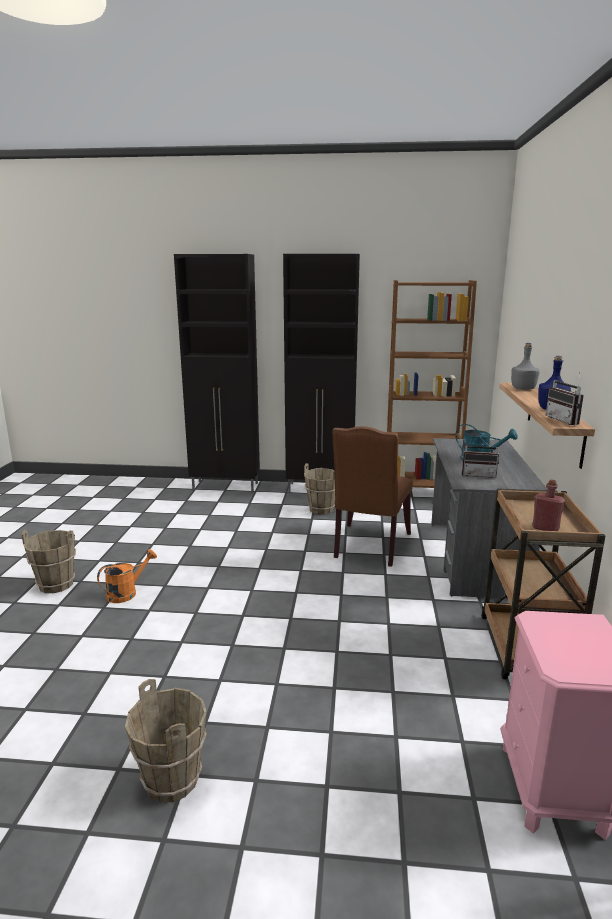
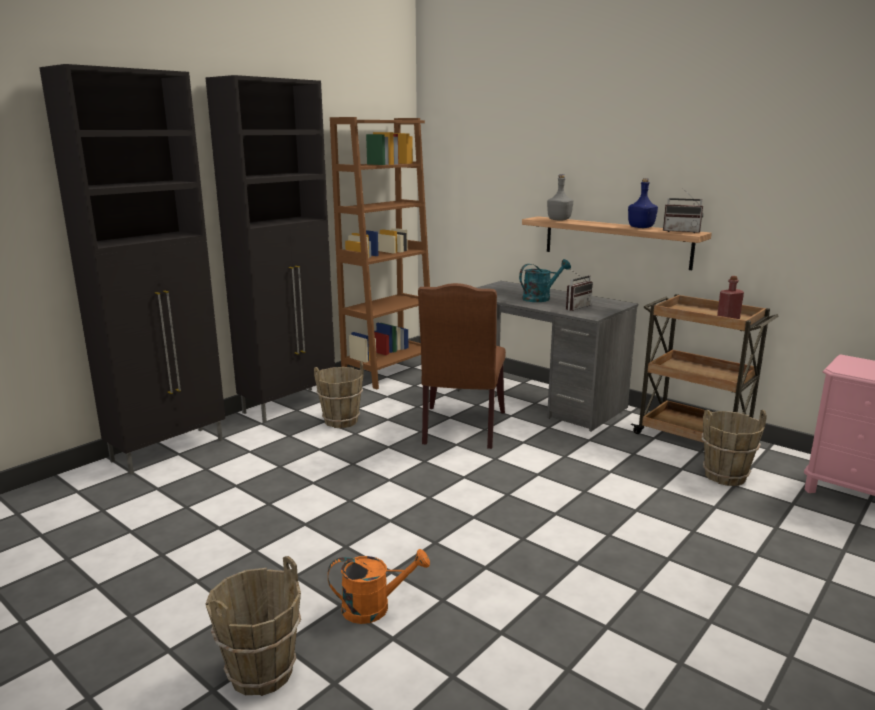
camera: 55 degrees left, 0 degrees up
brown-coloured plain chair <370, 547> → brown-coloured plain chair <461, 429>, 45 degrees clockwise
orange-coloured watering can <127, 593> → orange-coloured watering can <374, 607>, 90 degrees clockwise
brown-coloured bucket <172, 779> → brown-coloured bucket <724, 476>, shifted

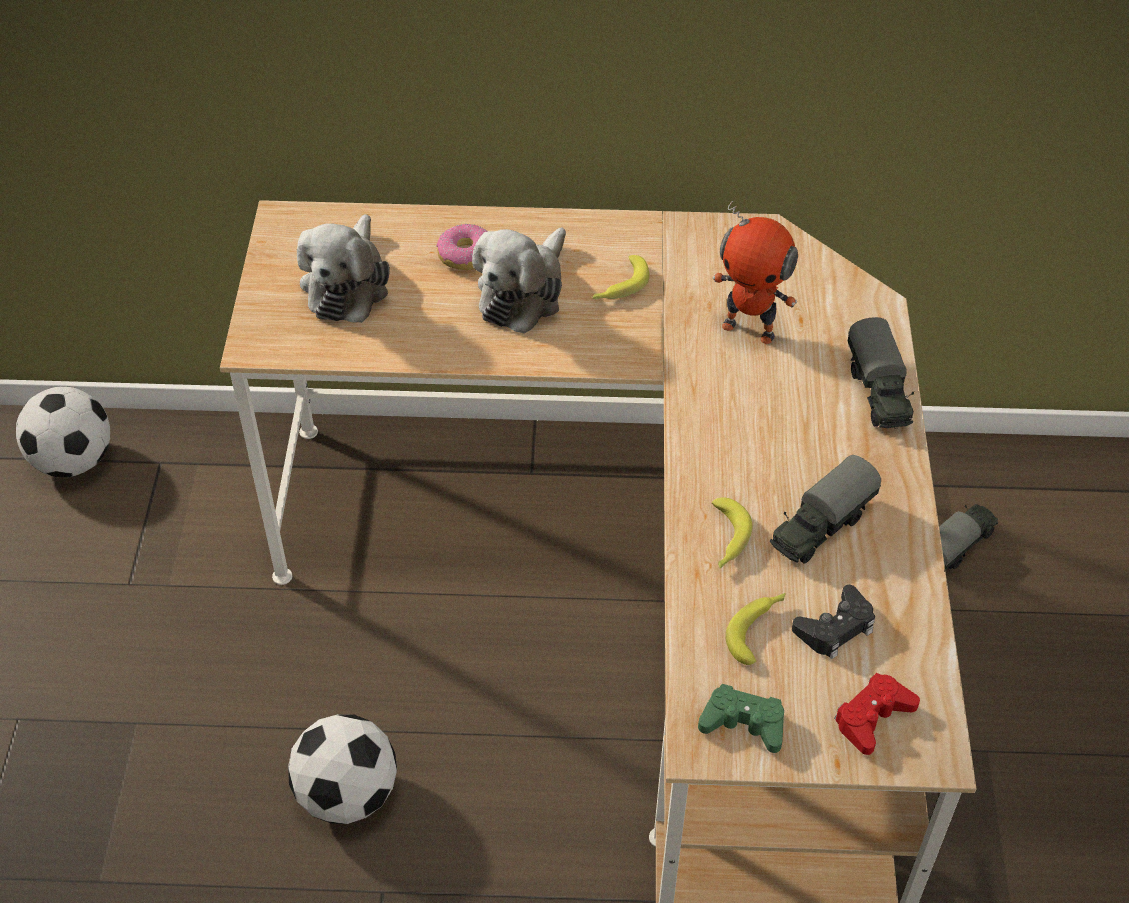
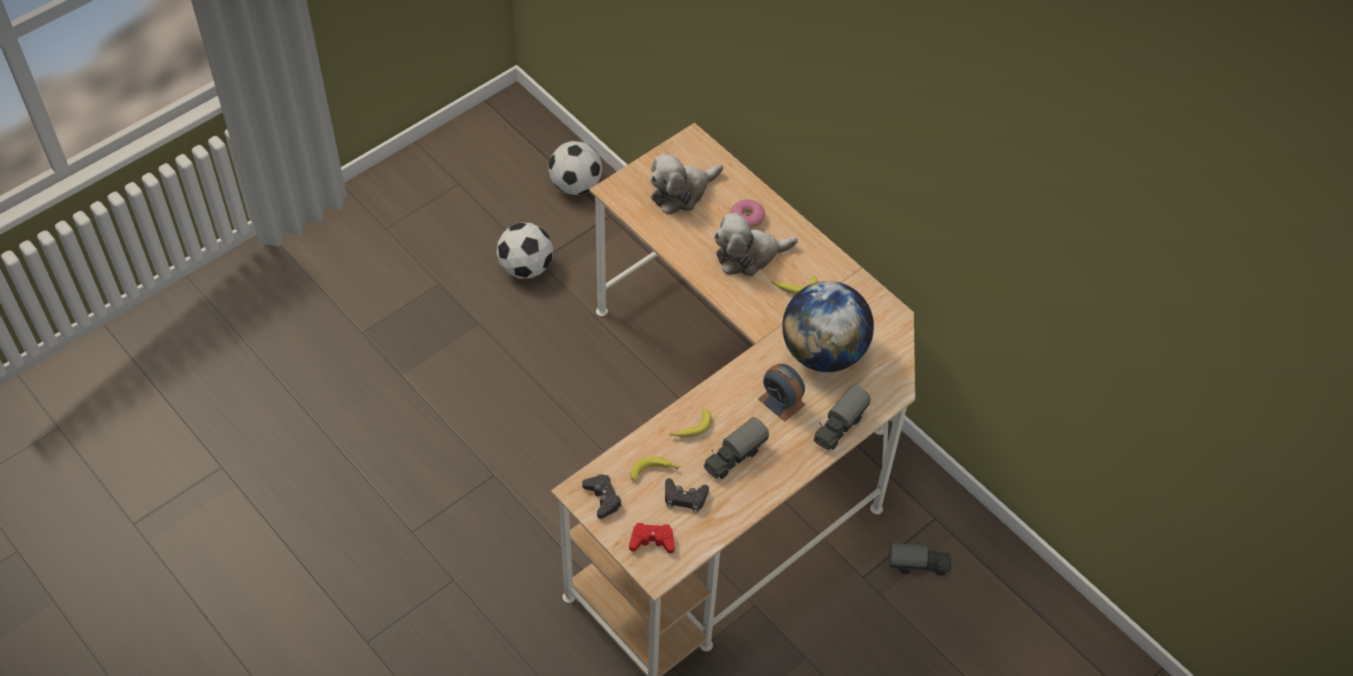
camera: 45 degrees right, 5 degrees up
robot figure <749, 329> → globe <823, 352>
toy truck <820, 527> → toy truck <734, 457>, 45 degrees counterclockwise
greenish gamepad <743, 723> → black gamepad <602, 498>
football <347, 794> → football <526, 267>, shifted
- → alarm clock <781, 401>

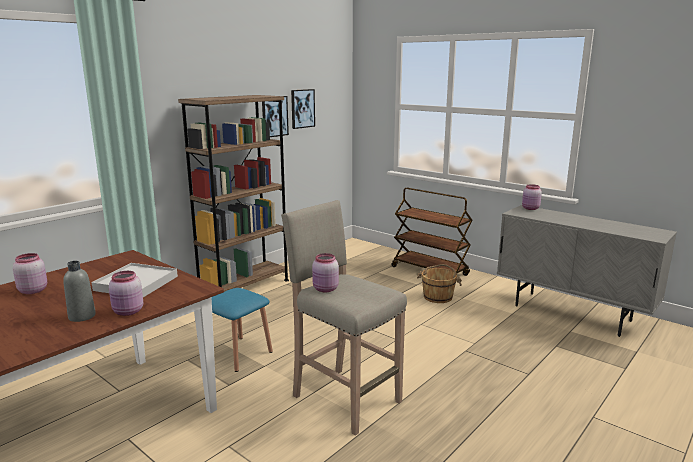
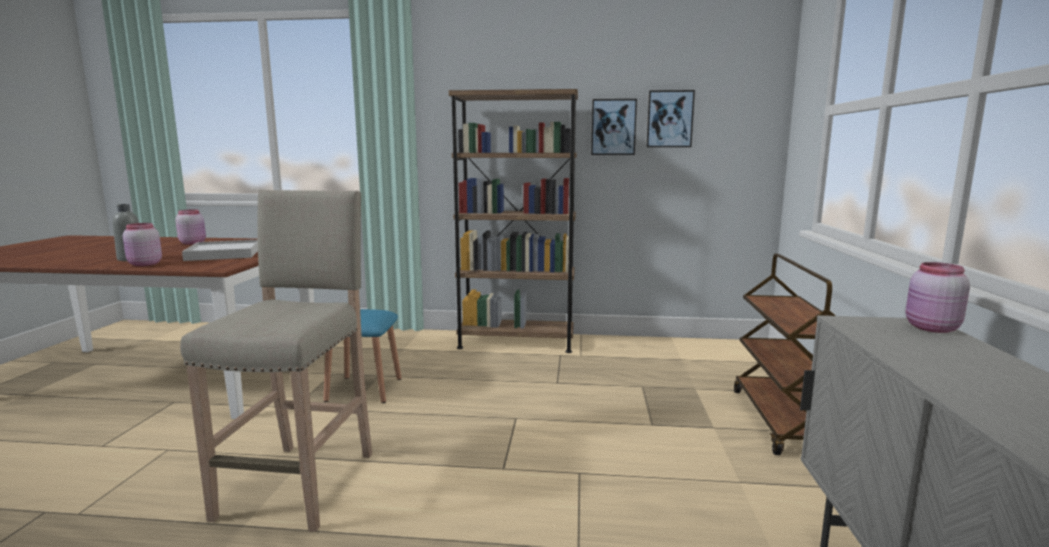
camera: 55 degrees right, 5 degrees down
pinkish jar <325, 289> → -
brown-coloured bucket <438, 297> → -

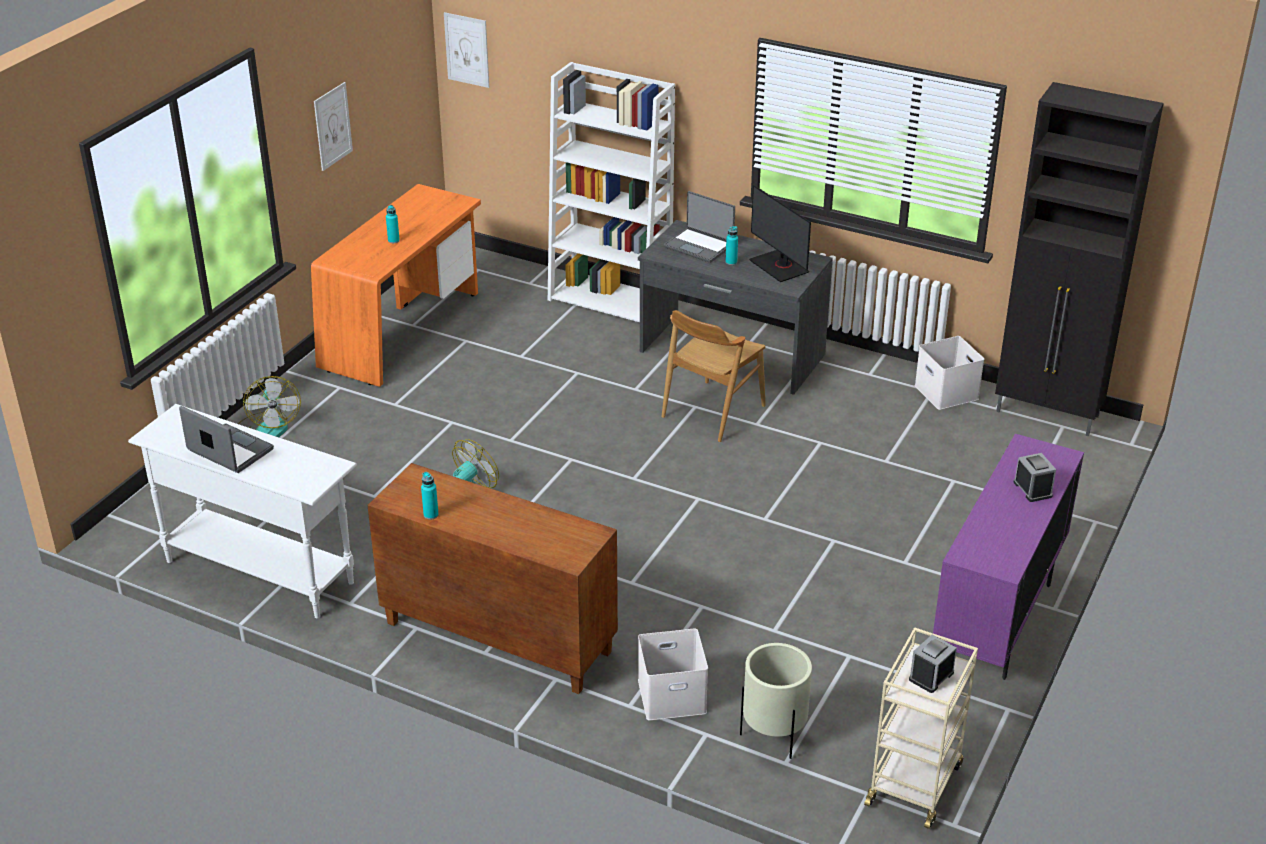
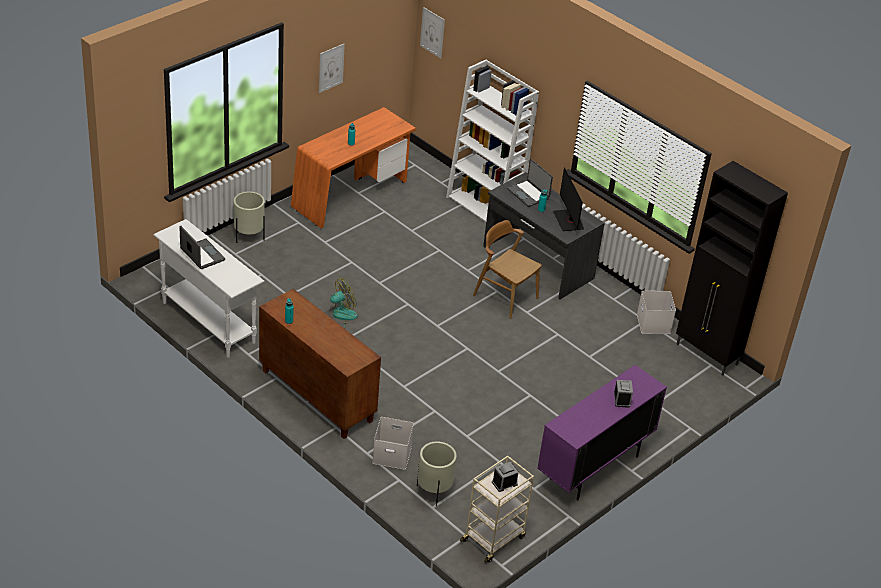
camera: 15 degrees right, 5 degrees up
brown-coloured plain chair <712, 411> → brown-coloured plain chair <505, 297>, 75 degrees clockwise
fan <269, 427> → beige-coloured plant pot <249, 237>

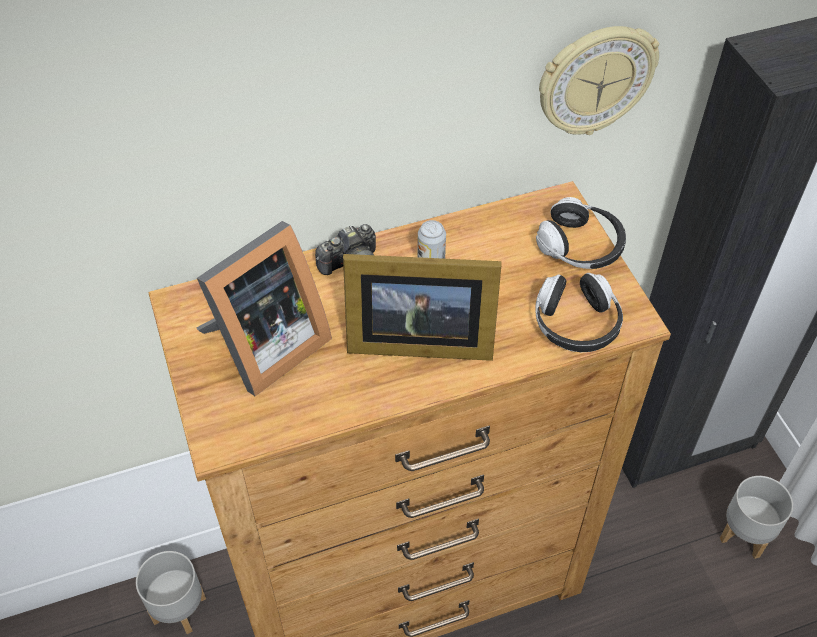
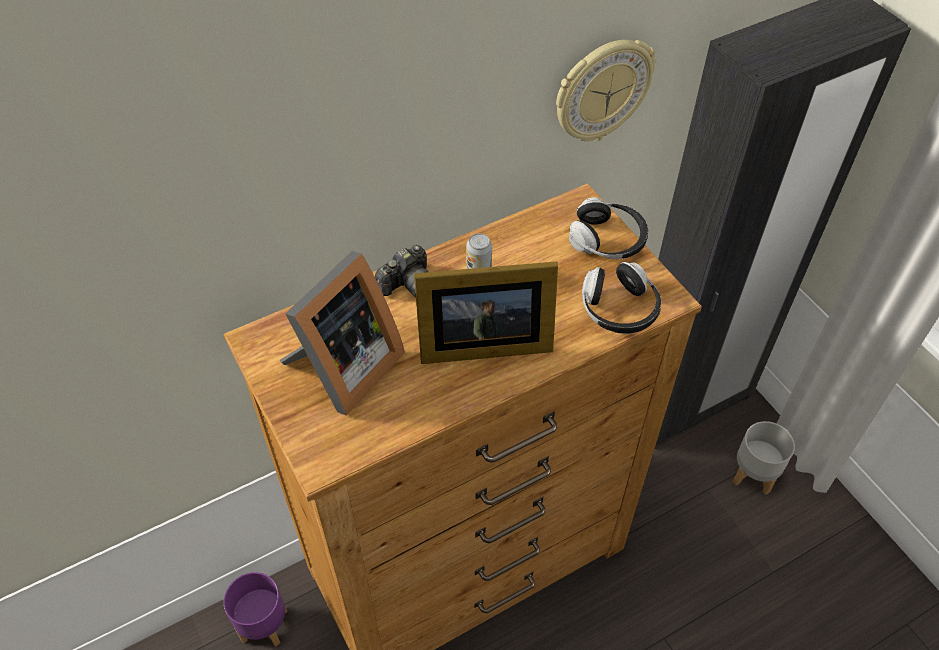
camera: 10 degrees left, 0 degrees up
gray plant pot <179, 610> → purple-coloured plant pot <264, 626>

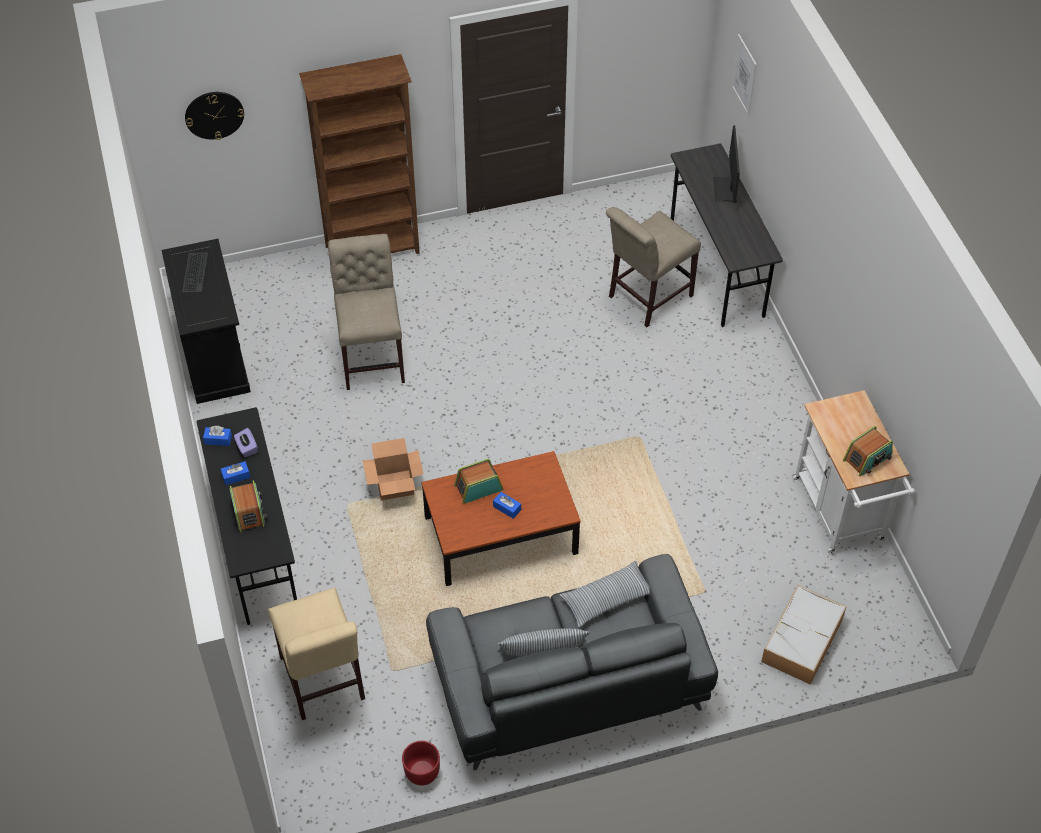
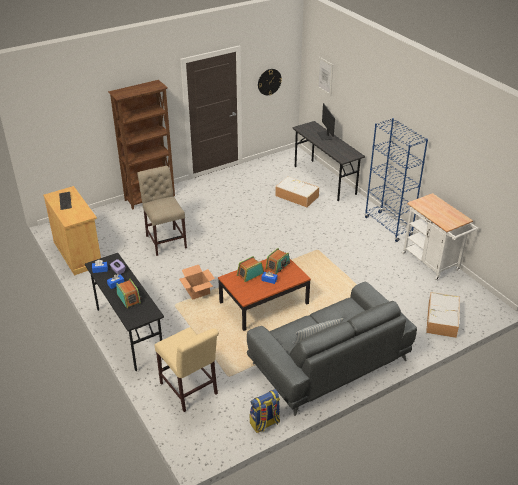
camera: 15 degrees left, 15 degrees down
wall clock <214, 115> → wall clock <269, 82>, shifted
beige-coloured plain chair <646, 298> → storage box <296, 196>
black cabinet <214, 356> → beige-coloured cabinet <78, 253>
radio receiver <867, 458> → radio receiver <278, 266>, shifted
throw pillow <607, 599> → -
red plant pot <422, 772> → knapsack <265, 423>
- → blue shelving unit <388, 227>

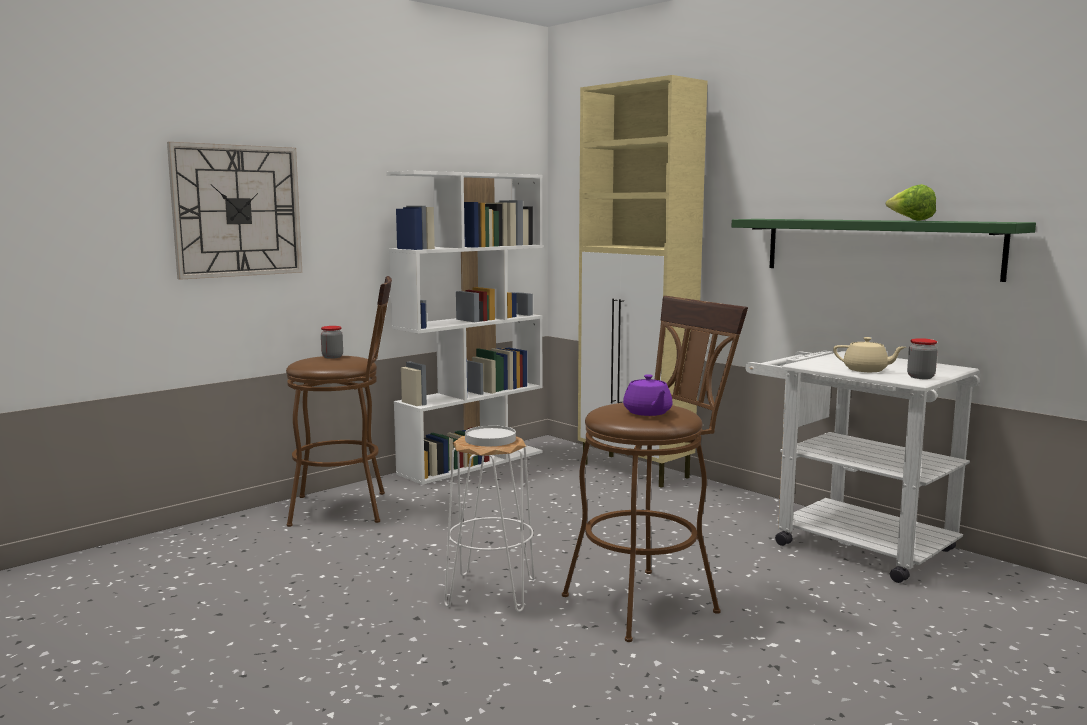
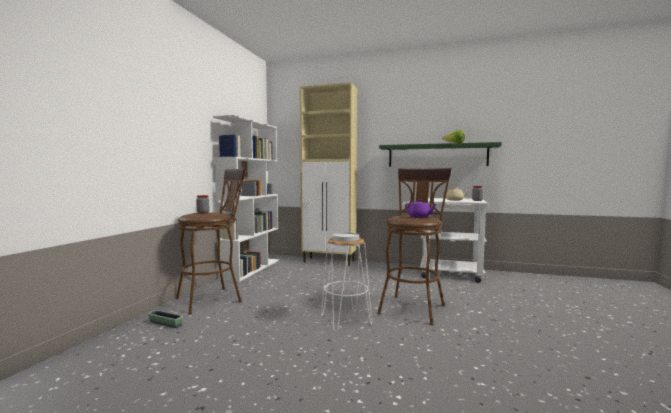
camera: 30 degrees left, 5 degrees down
wall clock <237, 211> → -
- → plant pot <165, 324>

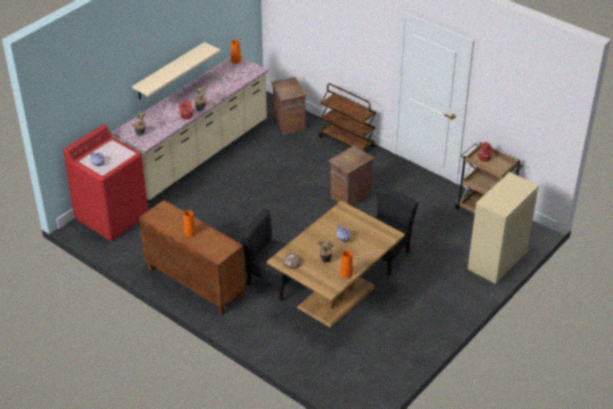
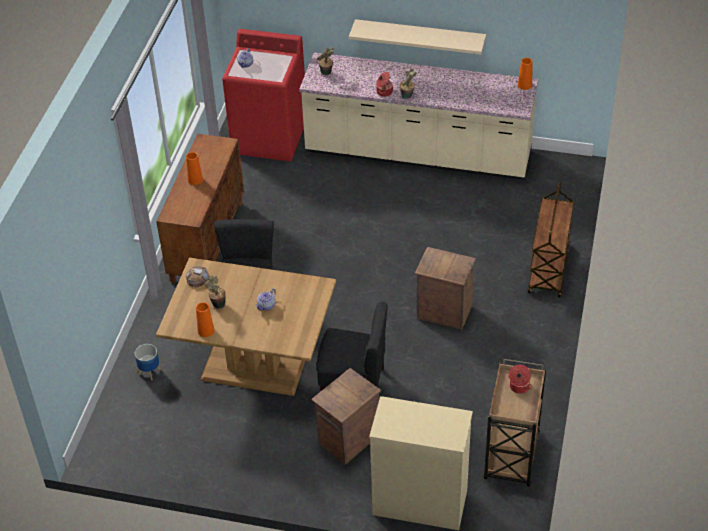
camera: 65 degrees right, 5 degrees up
packing crate <289, 124> → packing crate <349, 439>, shifted
- → plant pot <149, 371>

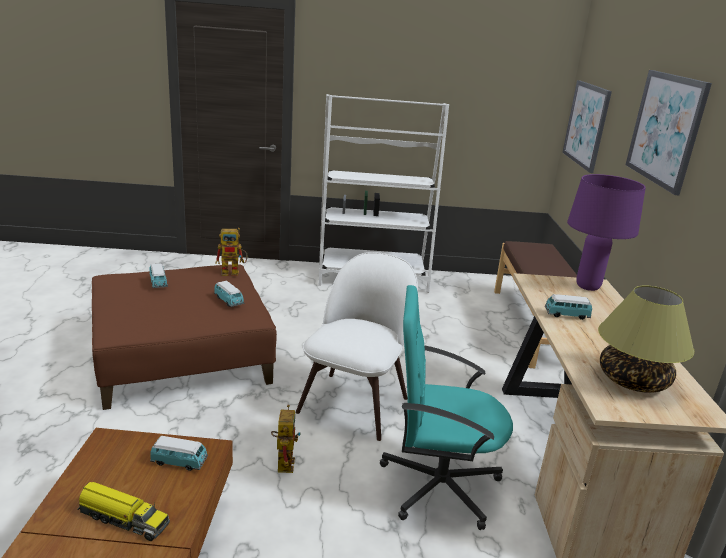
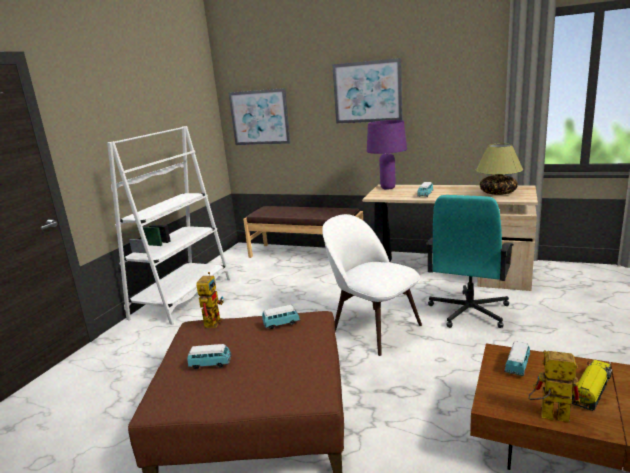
camera: 65 degrees left, 5 degrees down
robot figure <284, 461> → robot figure <547, 415>, shifted

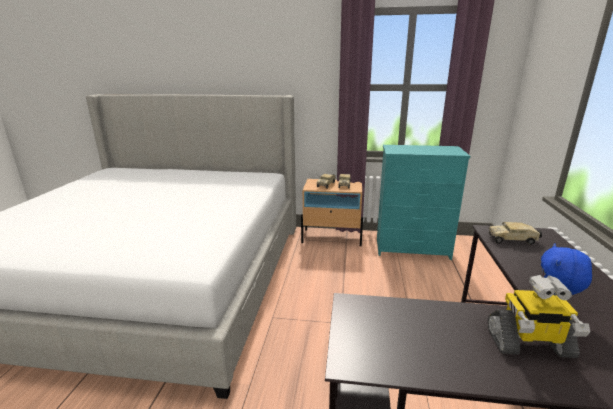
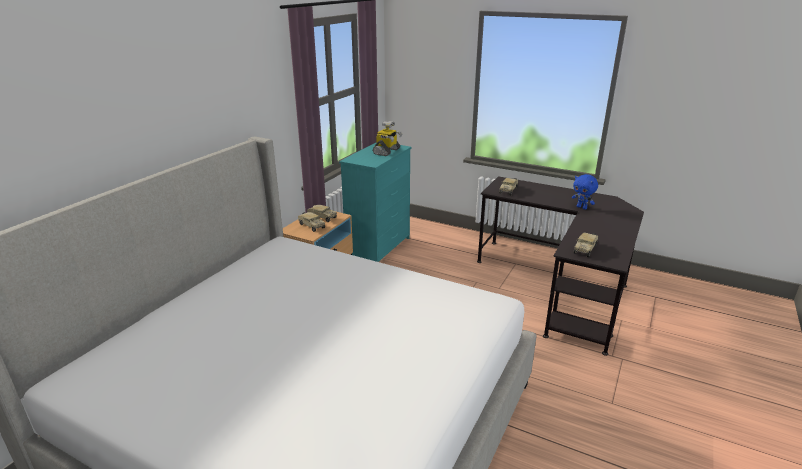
camera: 70 degrees left, 5 degrees up
robot figure <528, 344> → robot figure <387, 151>, shifted
- → toy truck <585, 249>

